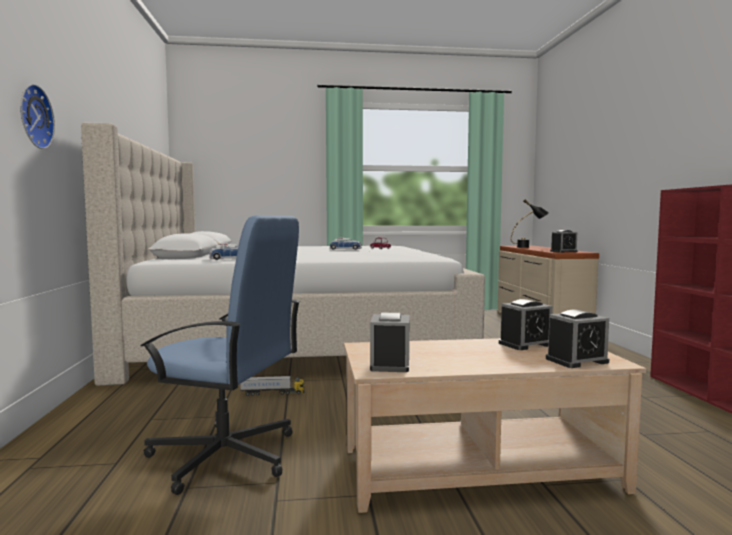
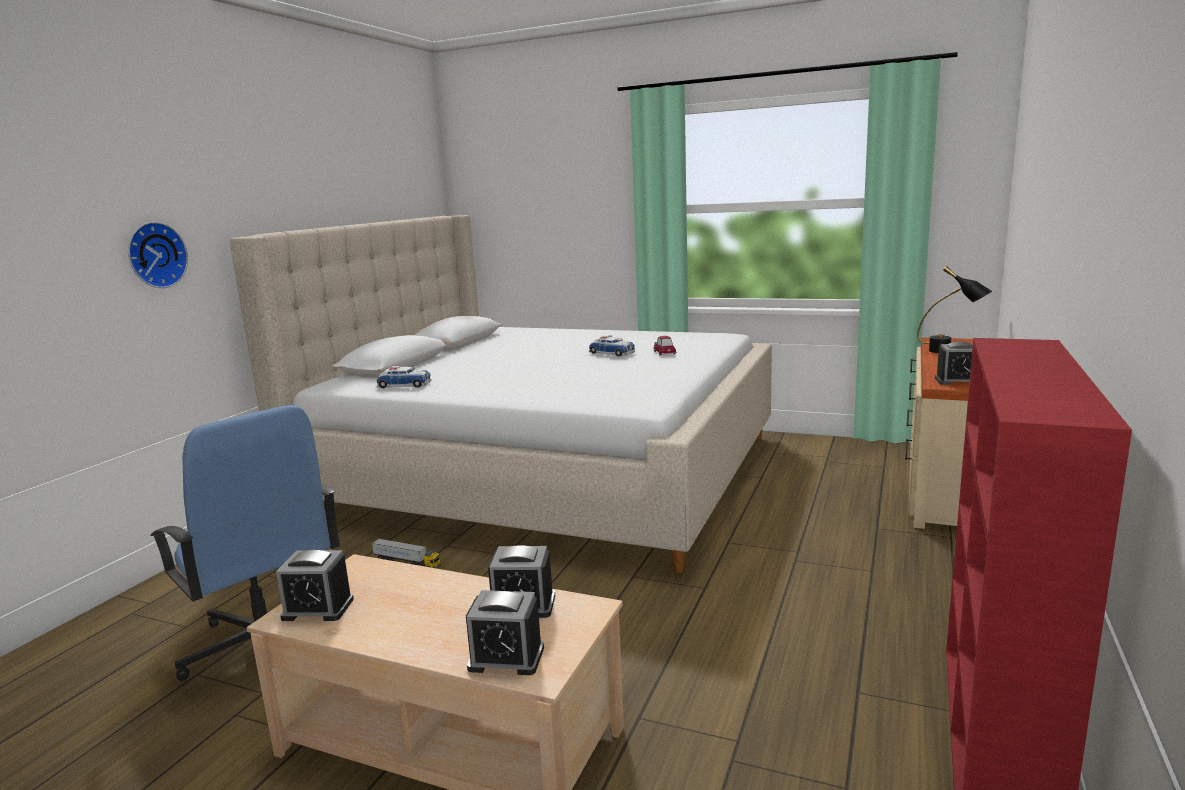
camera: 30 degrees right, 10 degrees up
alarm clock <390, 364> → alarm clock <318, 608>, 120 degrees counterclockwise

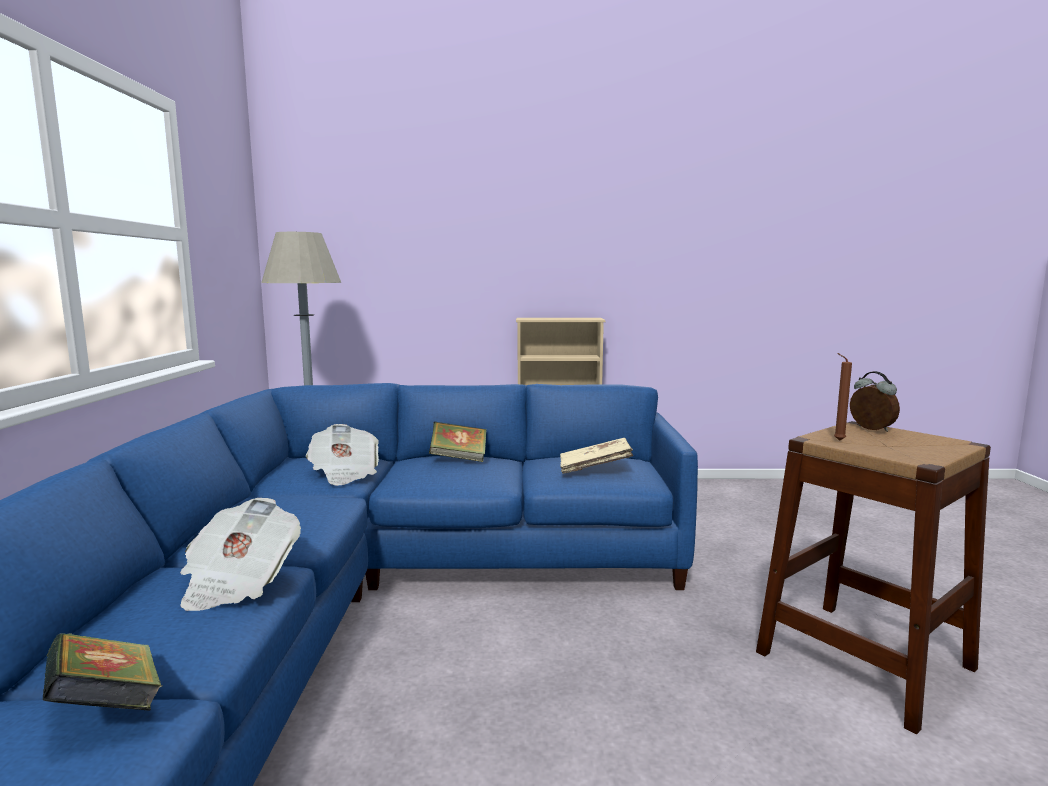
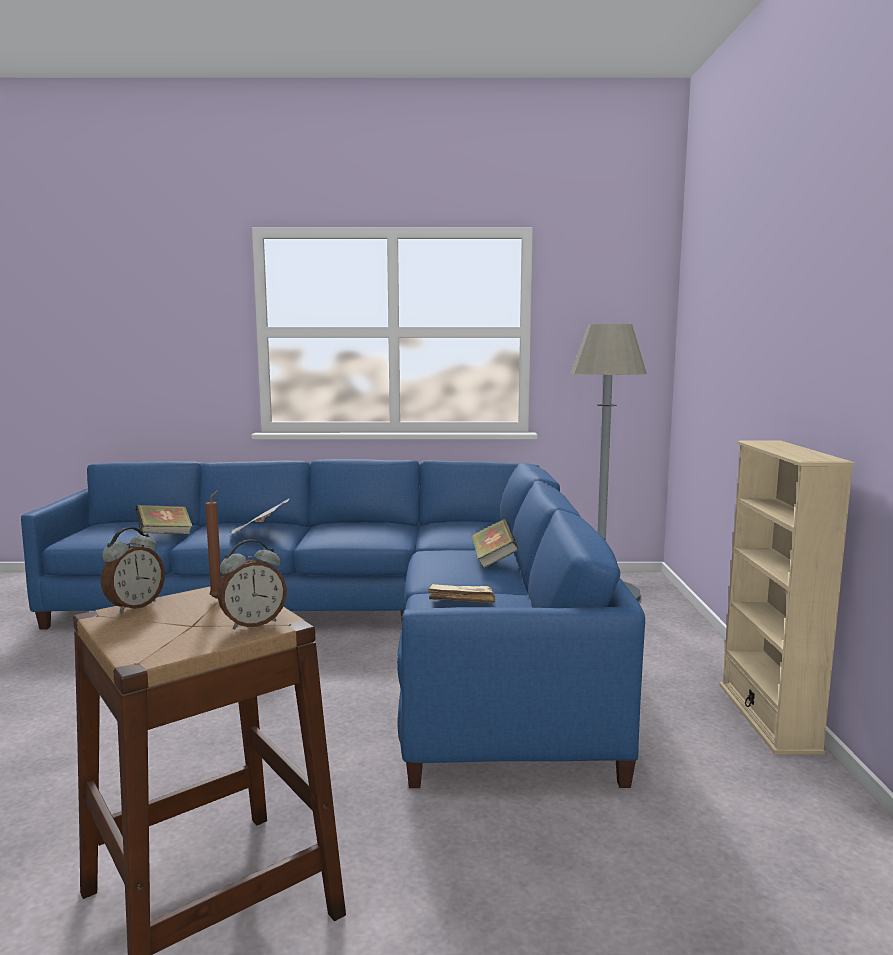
camera: 90 degrees right, 0 degrees up
daily paper <344, 473> → -
- → alarm clock <134, 606>

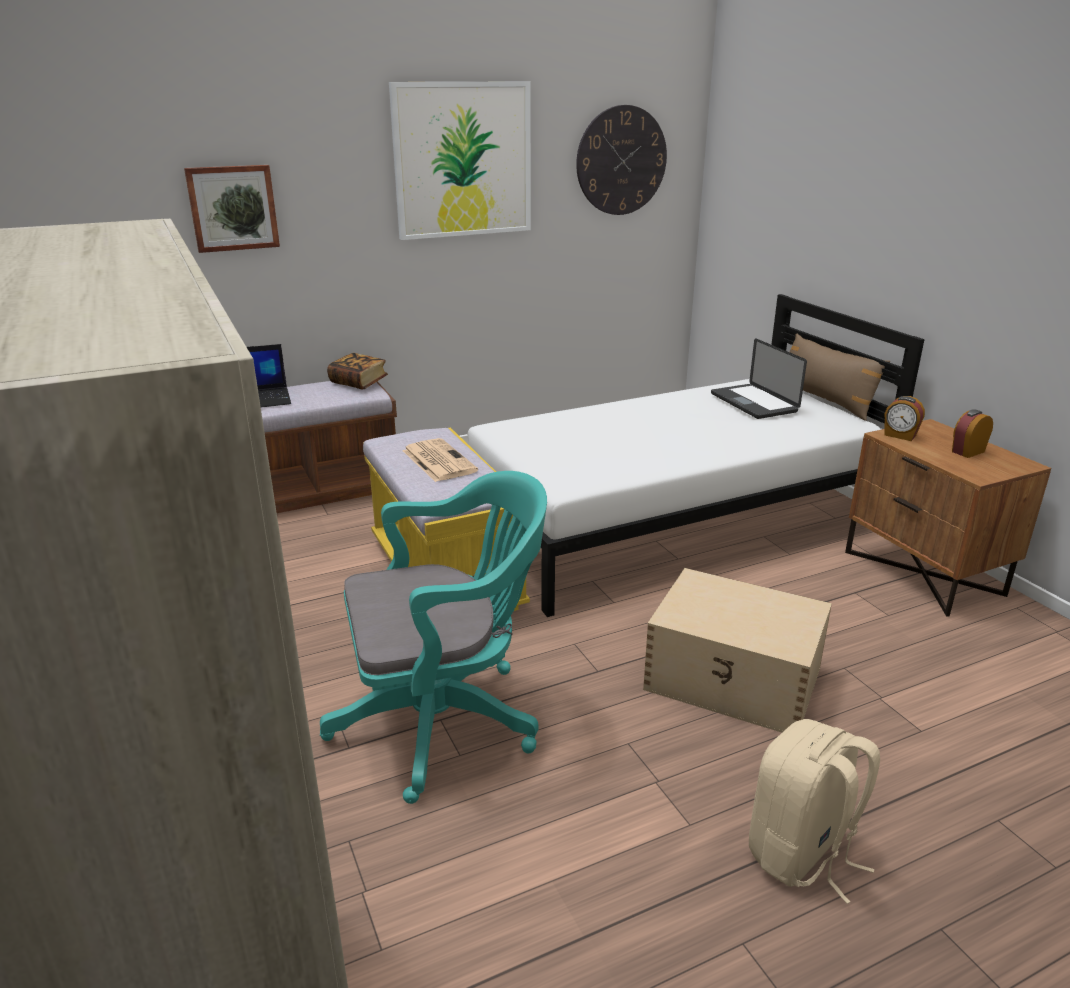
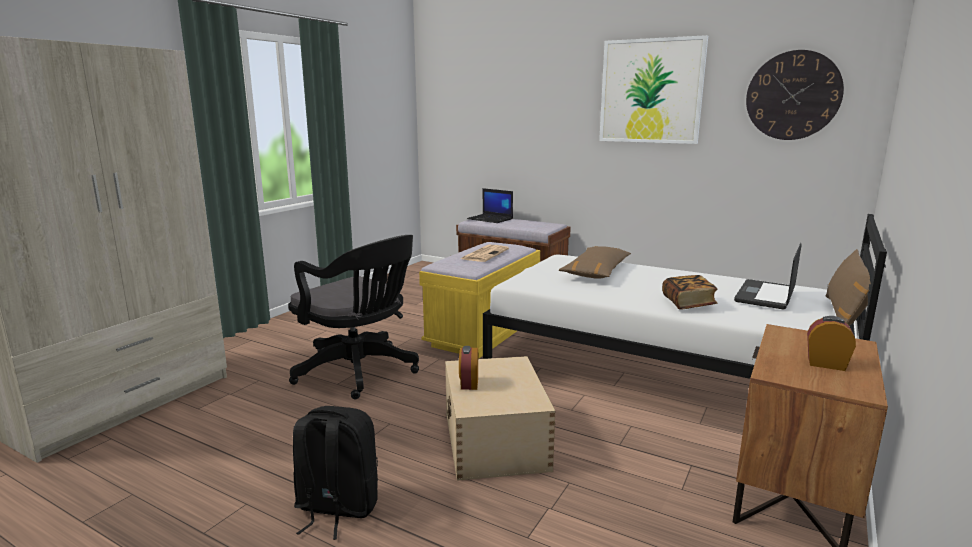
camera: 55 degrees right, 10 degrees down
wall picture <233, 208> → -
book <359, 382> → book <688, 303>, shifted
alarm clock <900, 436> → alarm clock <468, 383>, shifted
turquoise-coloured office chair <446, 720> → black office chair <360, 372>
beige-coloured knapsack <802, 854> → black knapsack <336, 508>
- → brown-coloured throw pillow <596, 272>

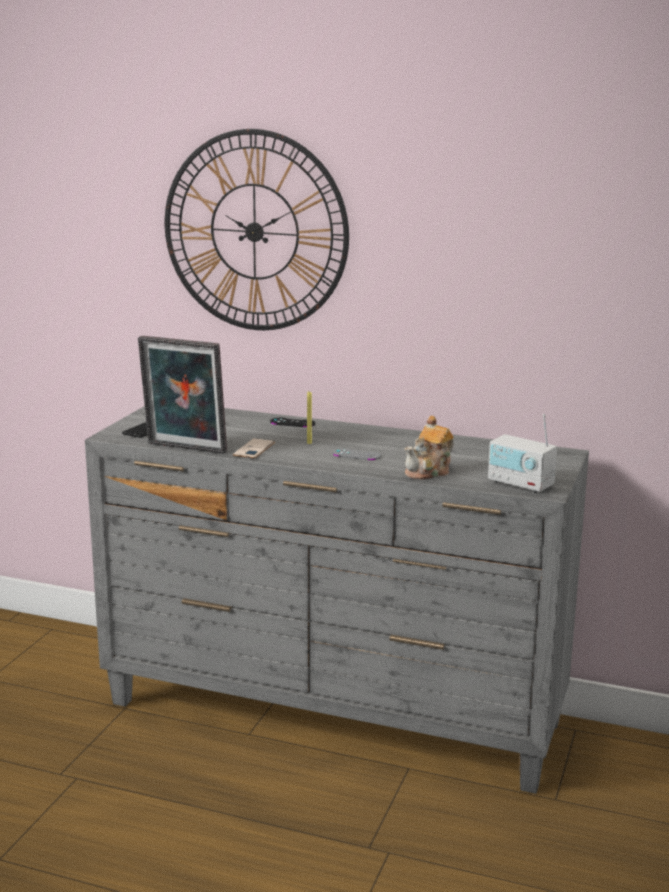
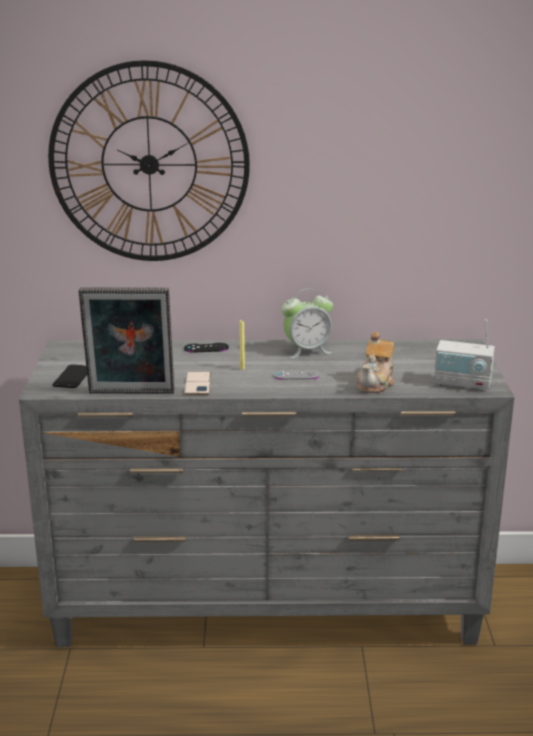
camera: 20 degrees left, 5 degrees up
- → alarm clock <307, 351>

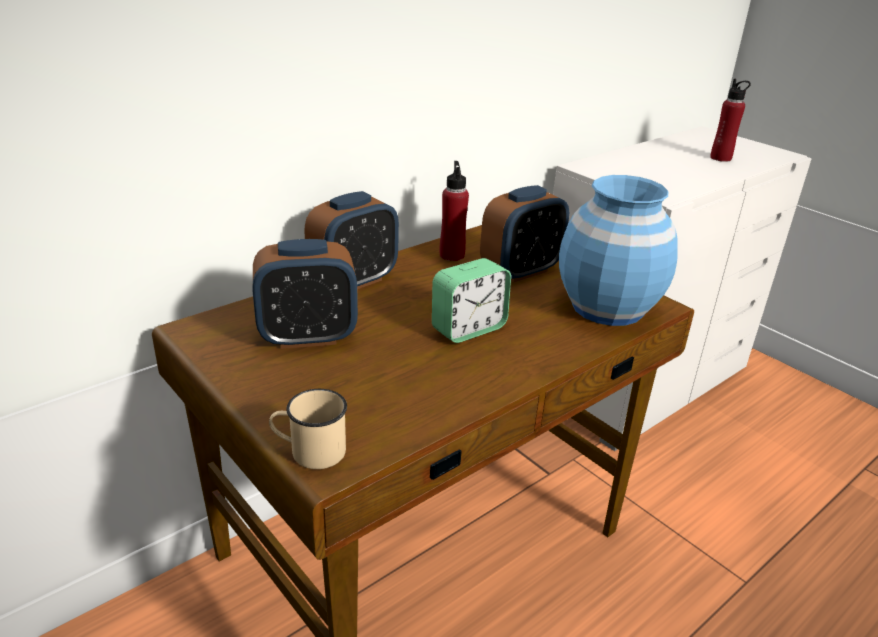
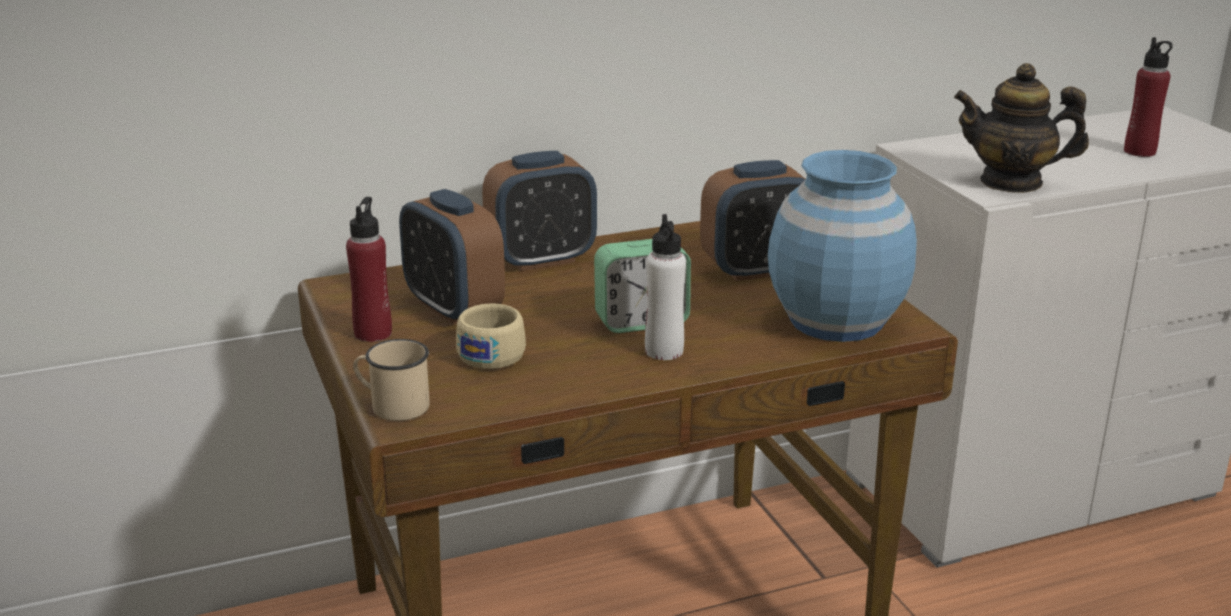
camera: 20 degrees right, 5 degrees down
red bottle <452, 255> → red bottle <373, 333>, shifted
alarm clock <307, 337> → alarm clock <453, 307>, 45 degrees clockwise
- → pot for tea <1011, 182>
- → whitish bottle <664, 351>
- → beige-coloured cup <495, 353>

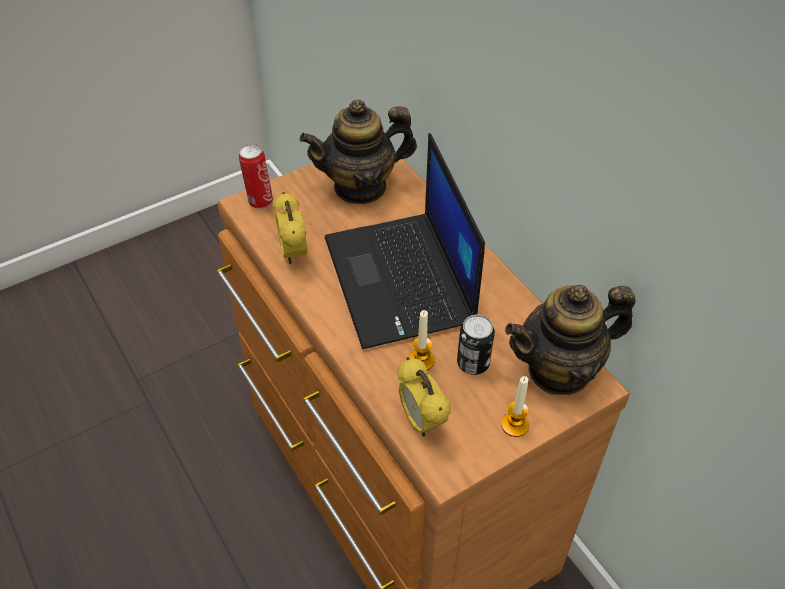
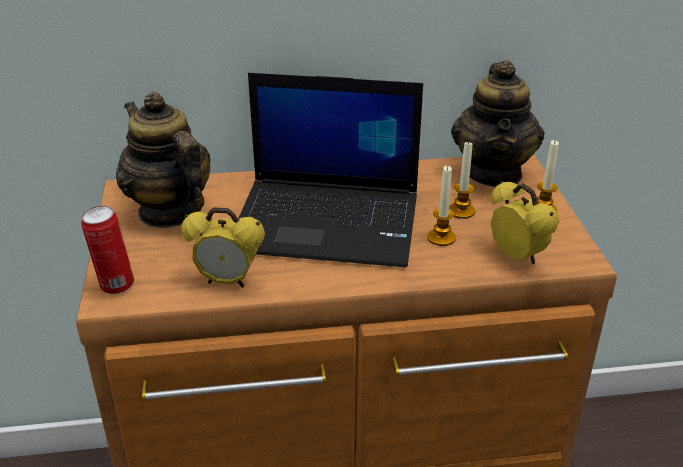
camera: 65 degrees left, 15 degrees down
pot for tea <360, 186> → pot for tea <170, 211>, 135 degrees clockwise
sealed can <473, 363> → candle <461, 211>
alarm clock <421, 421> → alarm clock <516, 257>, 120 degrees counterclockwise

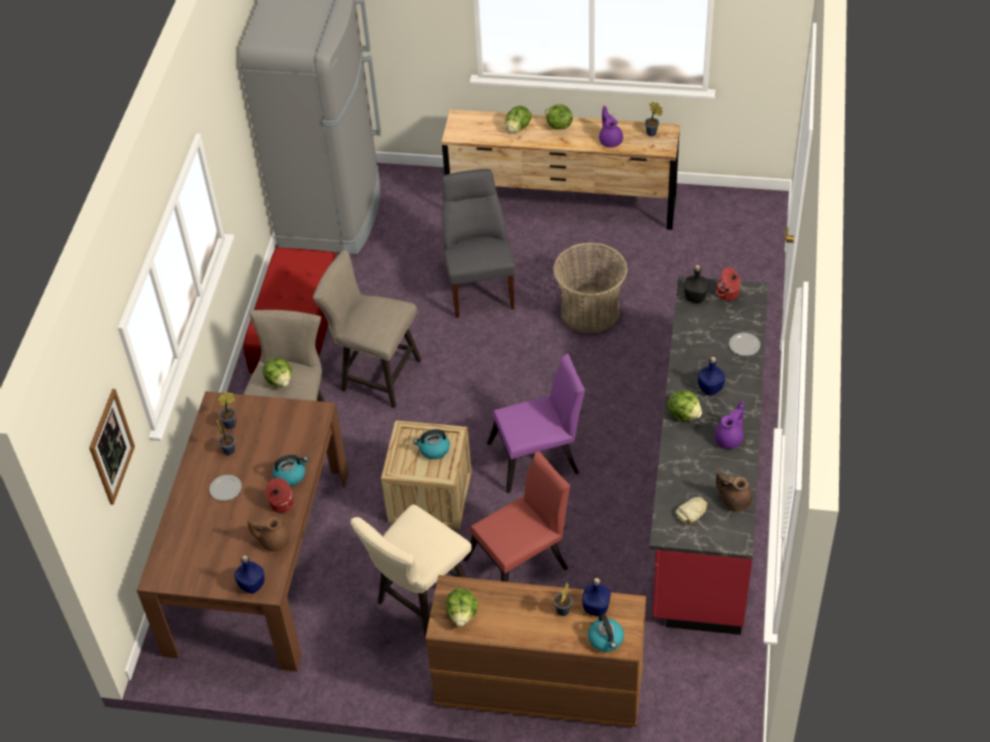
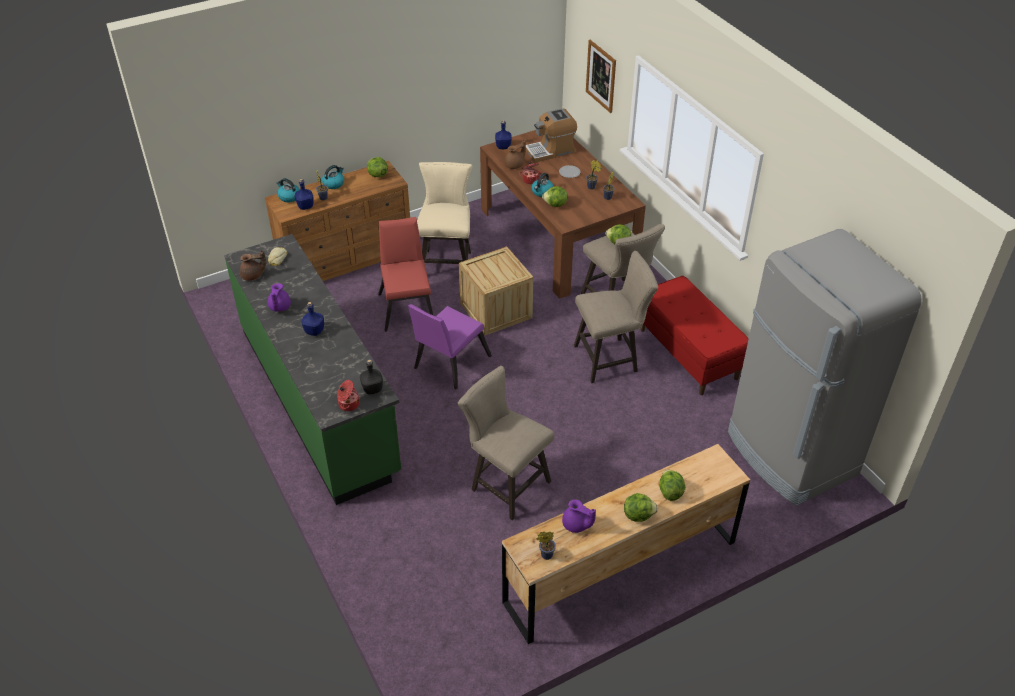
camera: 140 degrees right, 5 degrees down
gray plain chair <479, 285> → -
storage basket <590, 311> → beige-coloured stool seat <506, 484>
red kitchen base unit <705, 490> → greenish kitchen base unit <319, 399>
plate <744, 345> → -
lettuce head <684, 414> → lettuce head <555, 205>, shifted
tea kettle <434, 449> → tea kettle <334, 184>, shifted
red plain chair <522, 562> → red plain chair <407, 306>, 150 degrees clockwise
- → coffee machine <550, 151>

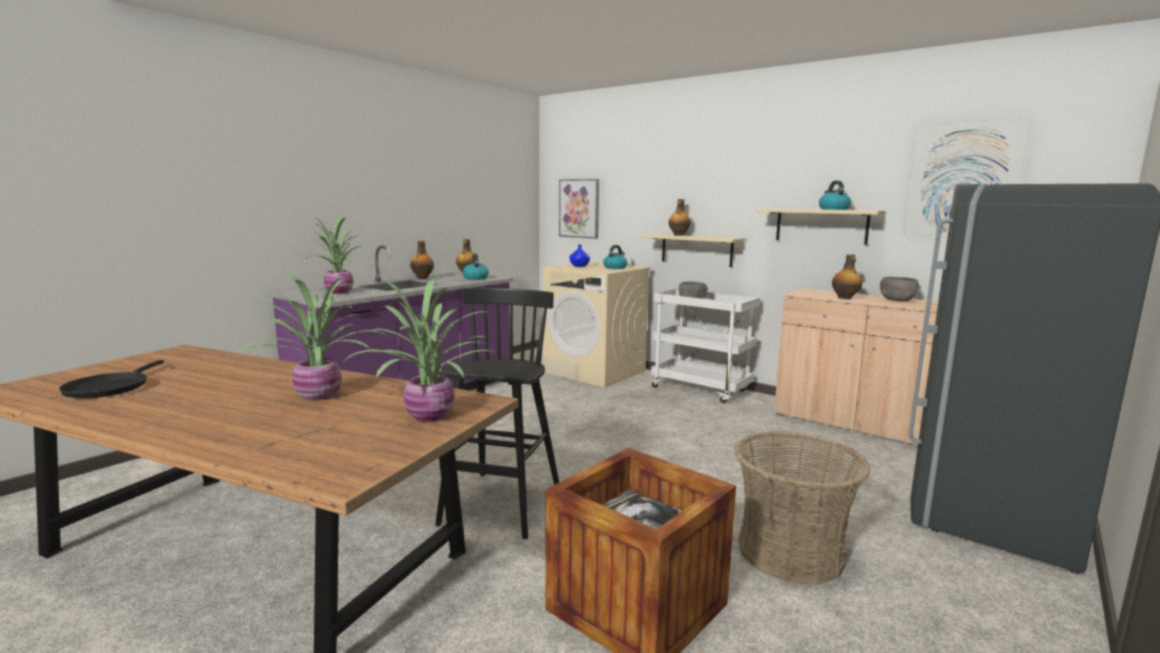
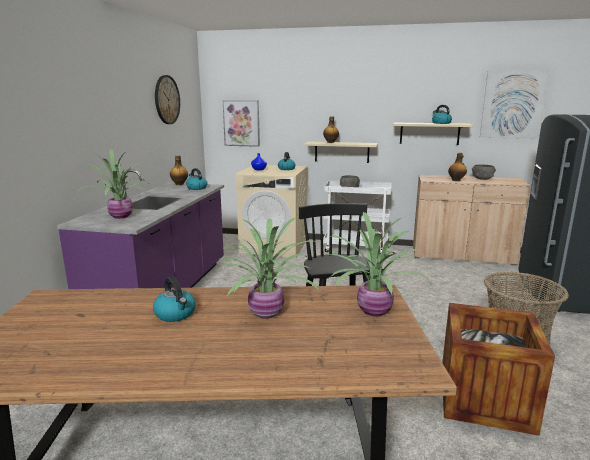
camera: 25 degrees left, 5 degrees up
bottle <423, 278> → -
black skillet <110, 388> → -
- → wall clock <166, 100>
- → tea kettle <176, 314>

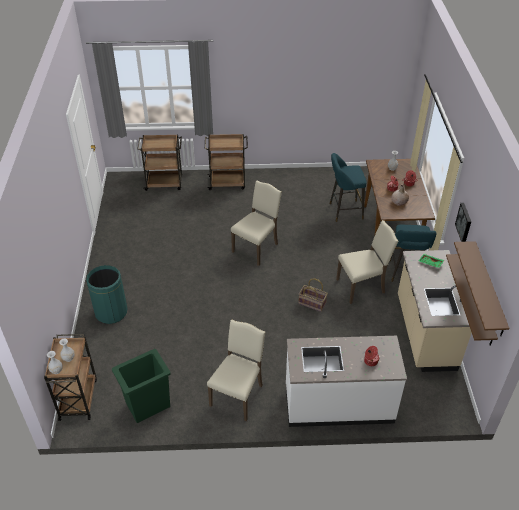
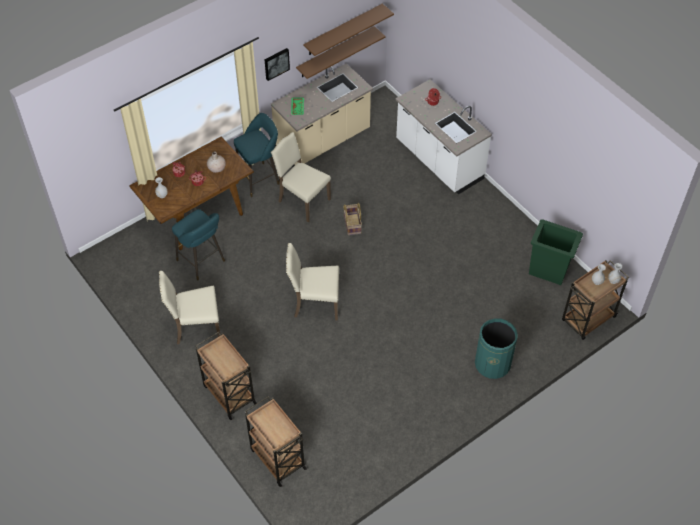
camera: 125 degrees left, 10 degrees up
beige-coloured plain chair <238, 395> → beige-coloured plain chair <196, 327>, shifted

